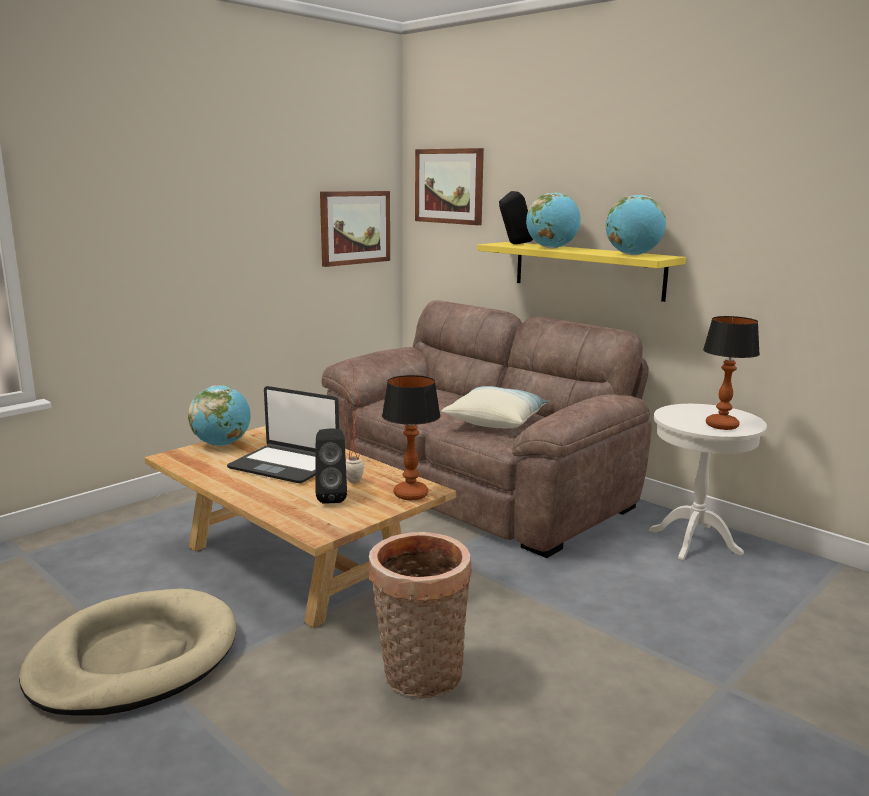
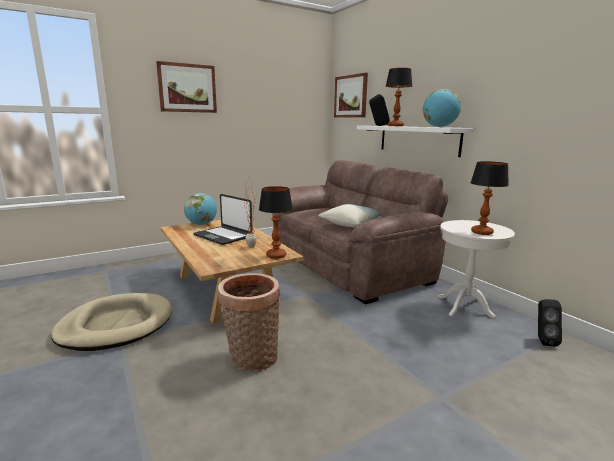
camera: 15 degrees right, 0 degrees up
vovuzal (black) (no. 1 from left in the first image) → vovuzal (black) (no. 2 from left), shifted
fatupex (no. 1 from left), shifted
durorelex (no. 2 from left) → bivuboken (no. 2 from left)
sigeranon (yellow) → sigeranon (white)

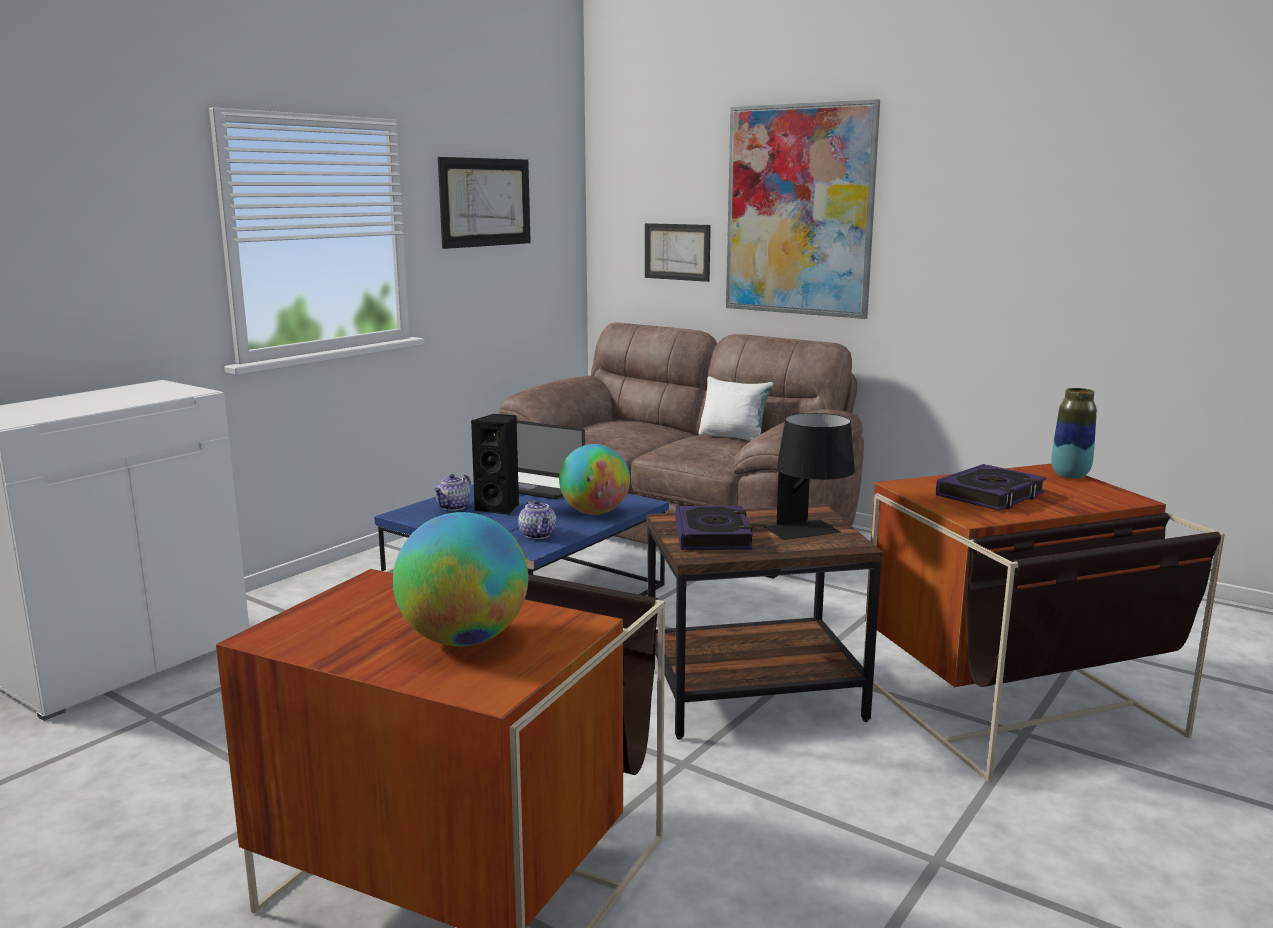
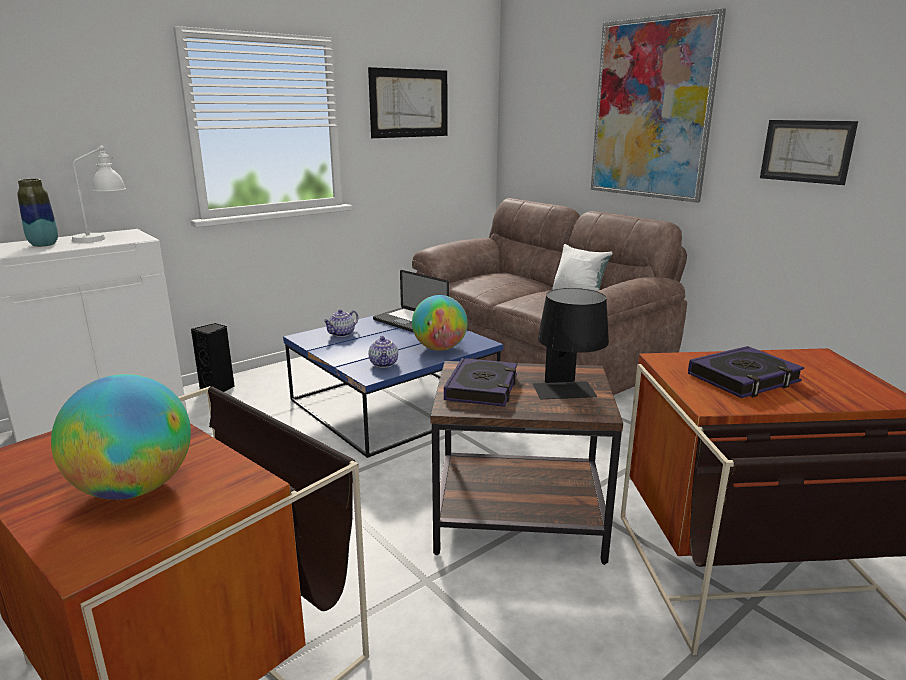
camera: 15 degrees right, 5 degrees up
- → bivuboken (white)
vovuzal (black), shifted
fatupex (no. 2 from left in the first image) → fatupex (no. 3 from left), shifted
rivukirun, shifted

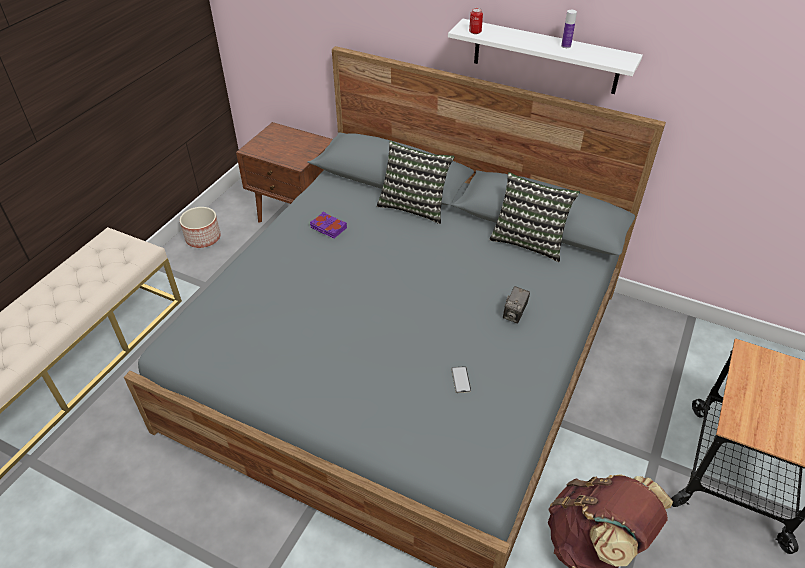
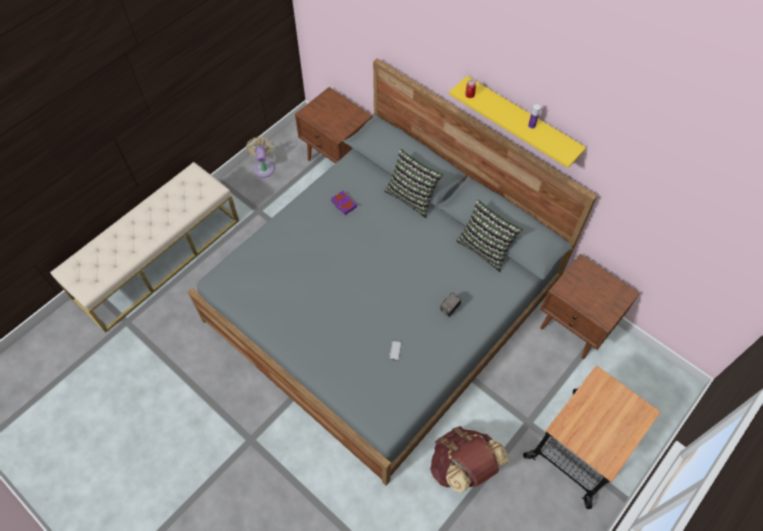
camera: 15 degrees right, 15 degrees up
- → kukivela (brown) (no. 2 from left)
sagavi → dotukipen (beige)
sigeranon (white) → sigeranon (yellow)

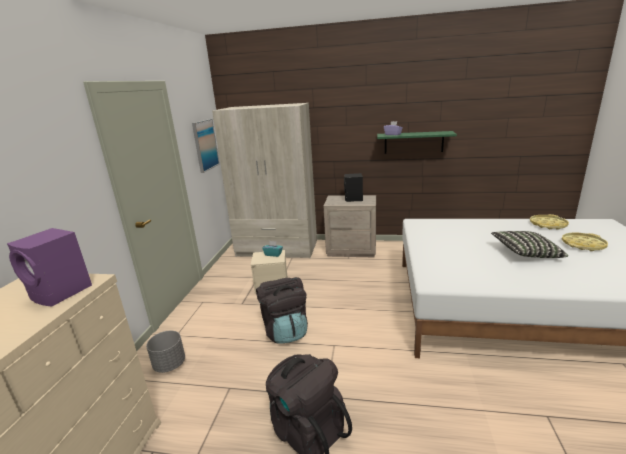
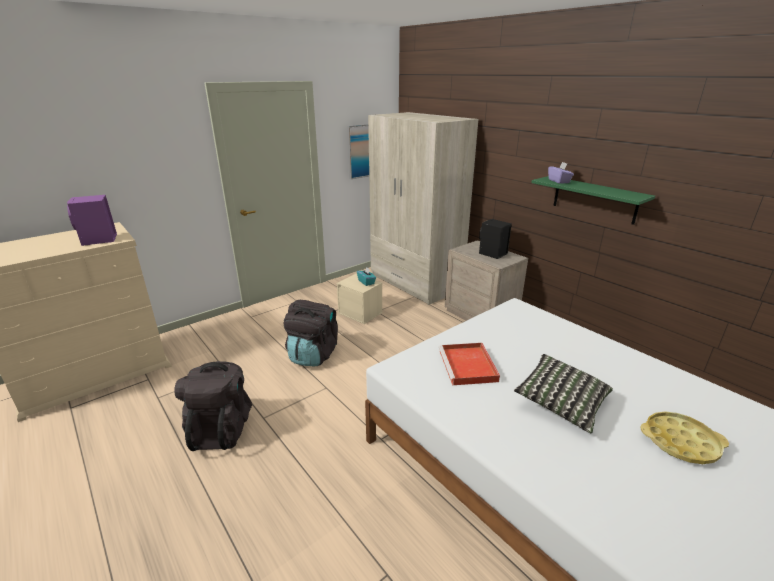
camera: 40 degrees right, 5 degrees up
sagavi (grey) → -
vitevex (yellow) (no. 1 from left) → -
- → vitevex (red)

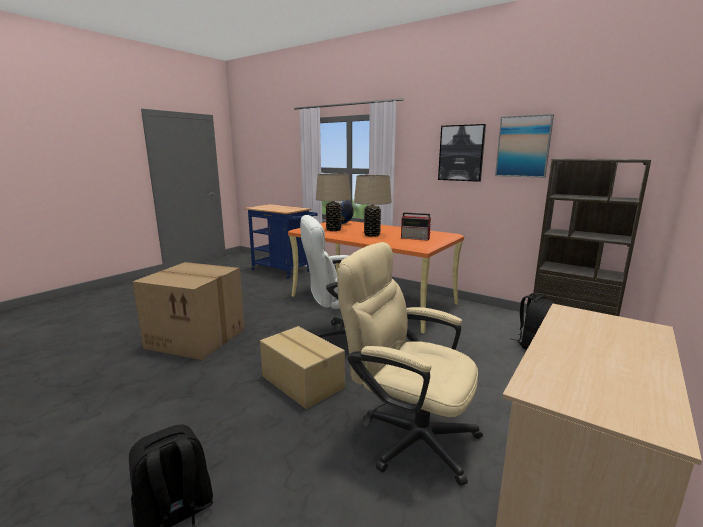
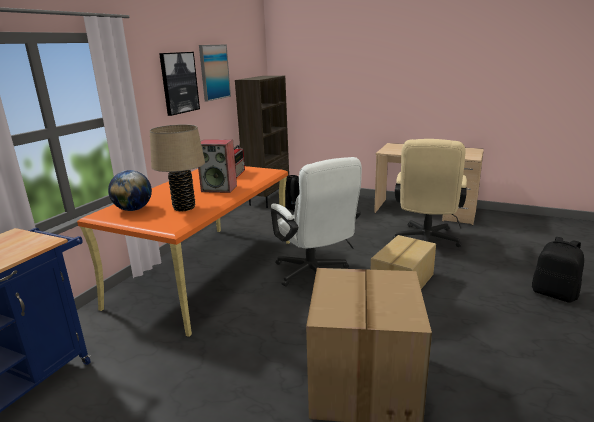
camera: 100 degrees left, 5 degrees up
bivuboken (beige) (no. 2 from left) → vovuzal

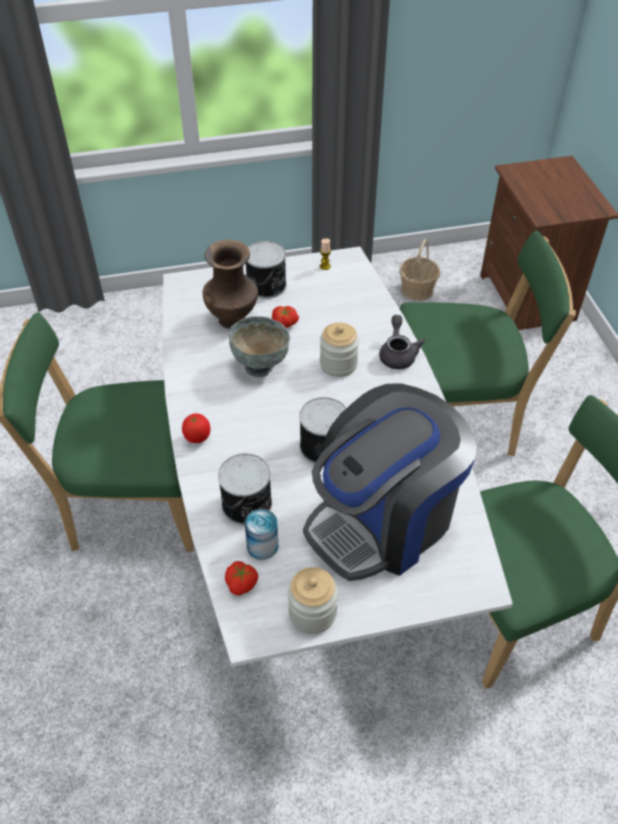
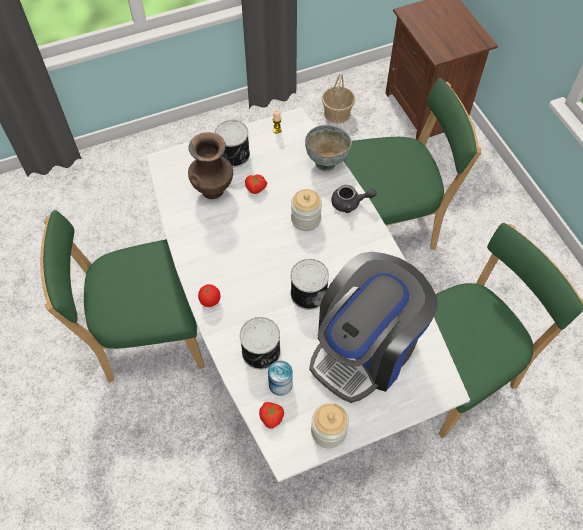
camera: 10 degrees left, 10 degrees up
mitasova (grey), shifted
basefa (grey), 105 degrees clockwise

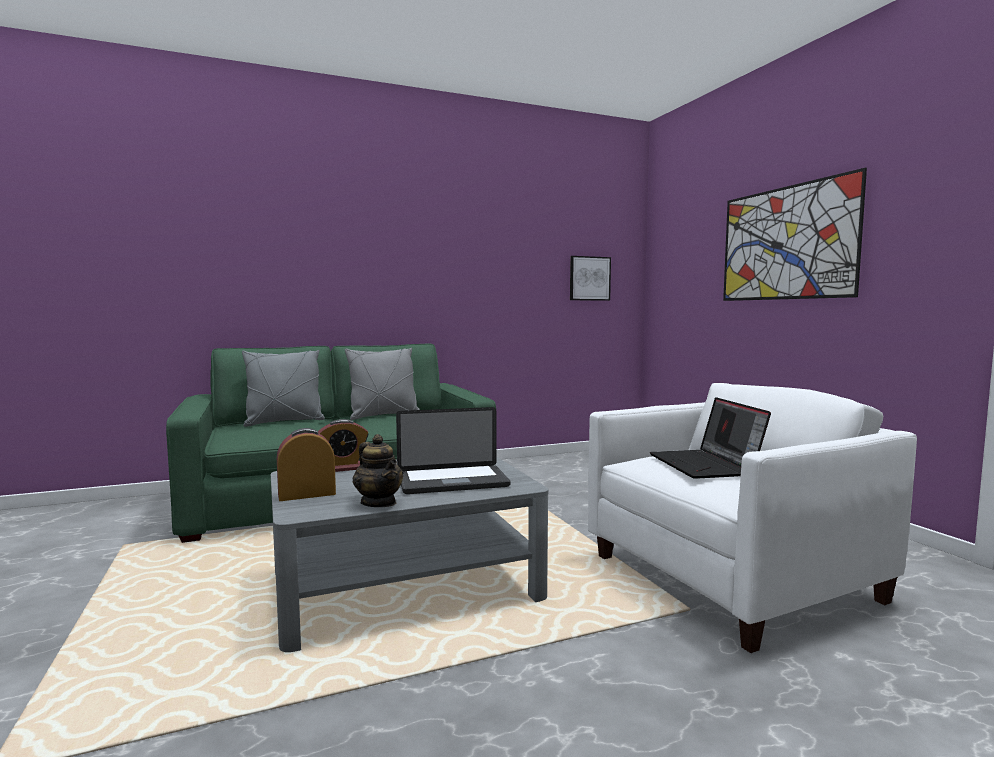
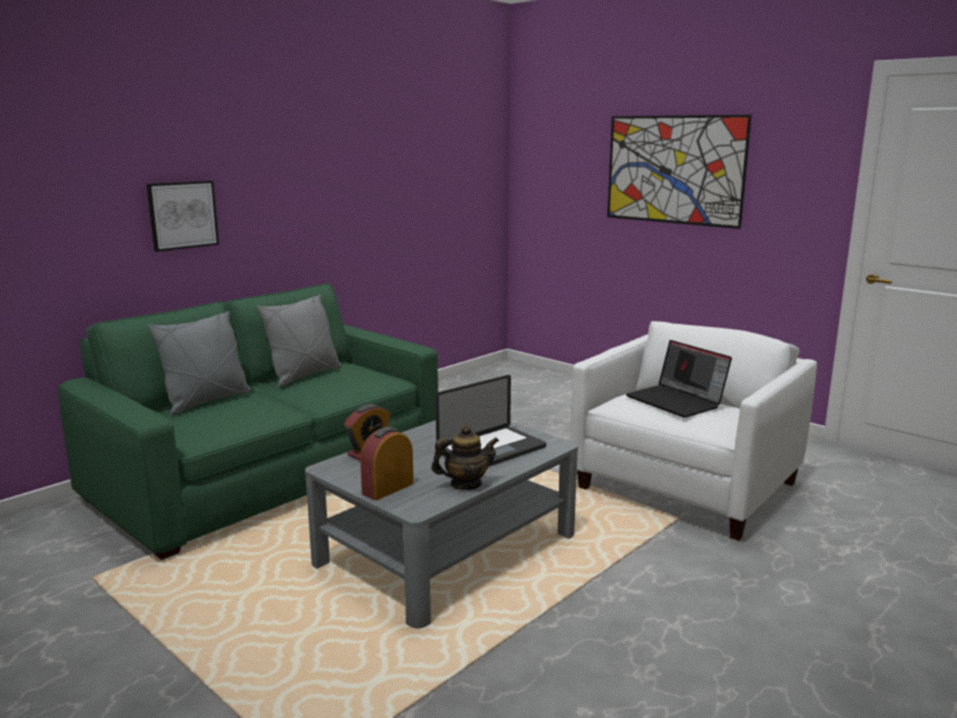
camera: 25 degrees left, 10 degrees up
fatupex (no. 1 from left), shifted
basefa, 45 degrees counterclockwise

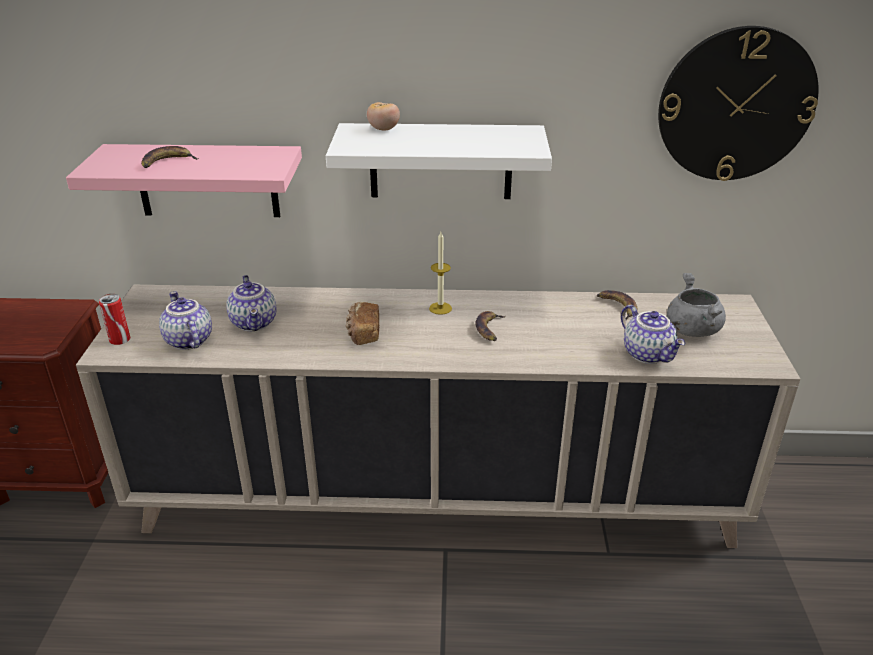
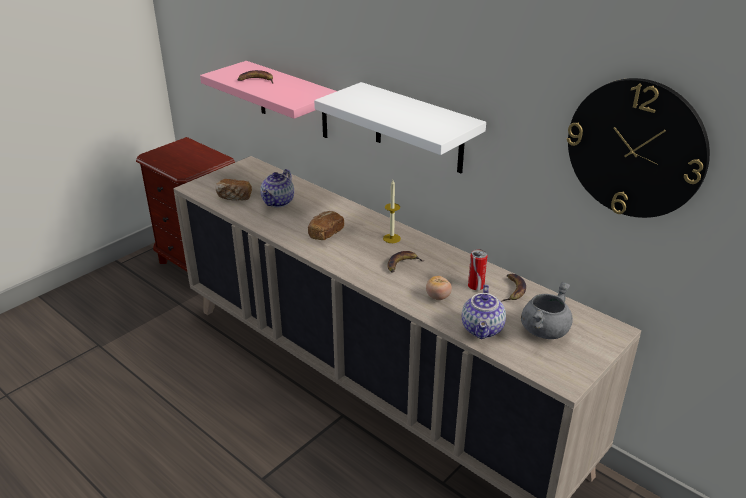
camera: 40 degrees right, 0 degrees up
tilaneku, shifted
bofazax, shifted
basefa (no. 1 from left) → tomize (no. 1 from left)

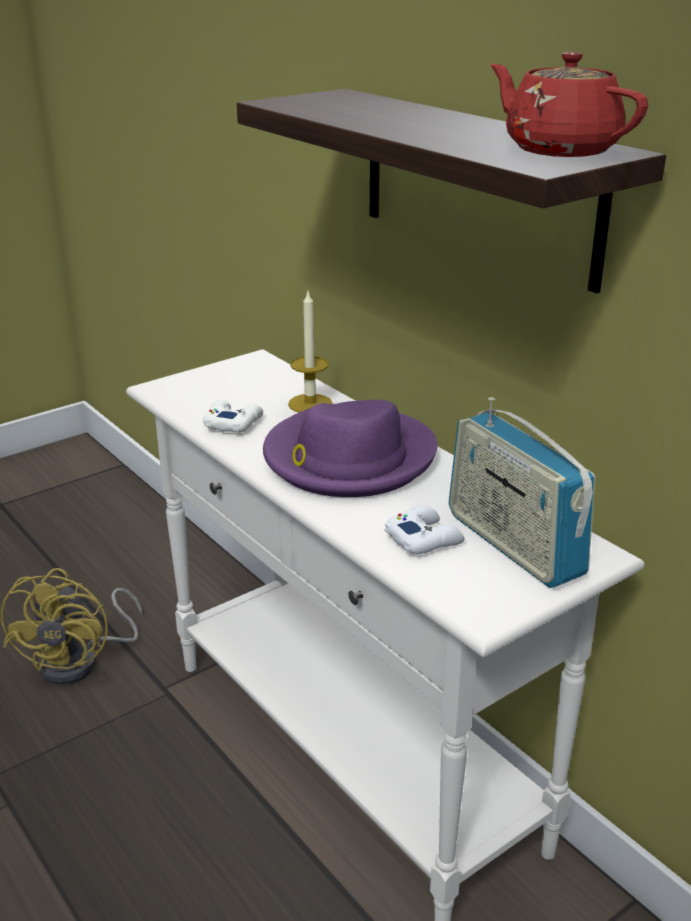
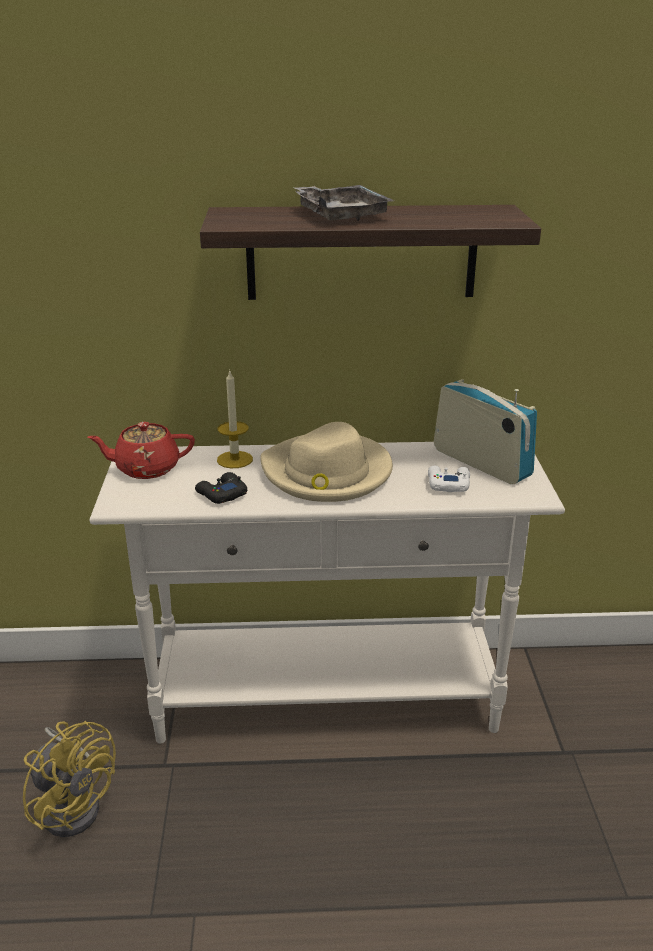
camera: 55 degrees left, 0 degrees up
- → vitevex (grey)
basefa (red), shifted
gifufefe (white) (no. 1 from left) → gifufefe (black)
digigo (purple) → digigo (beige)
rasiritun, 135 degrees counterclockwise

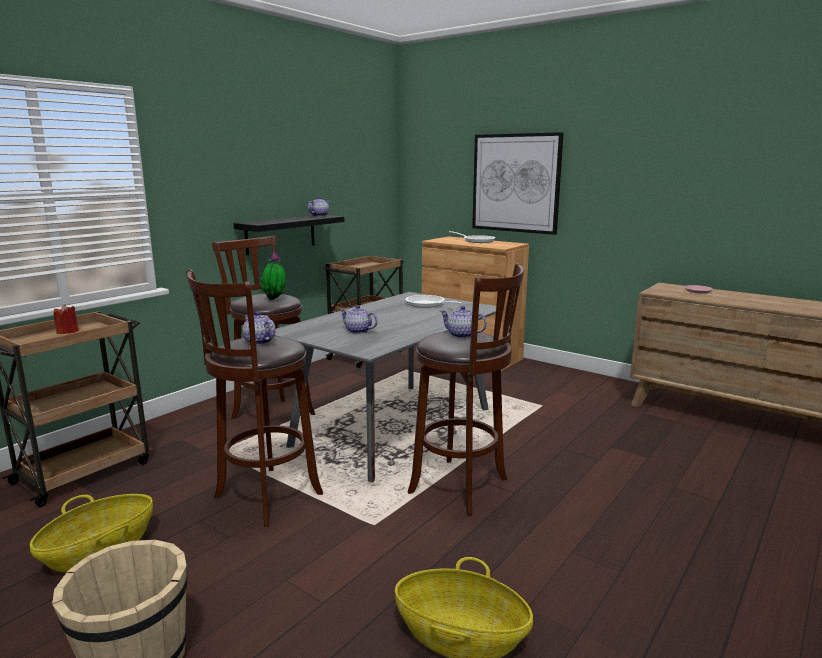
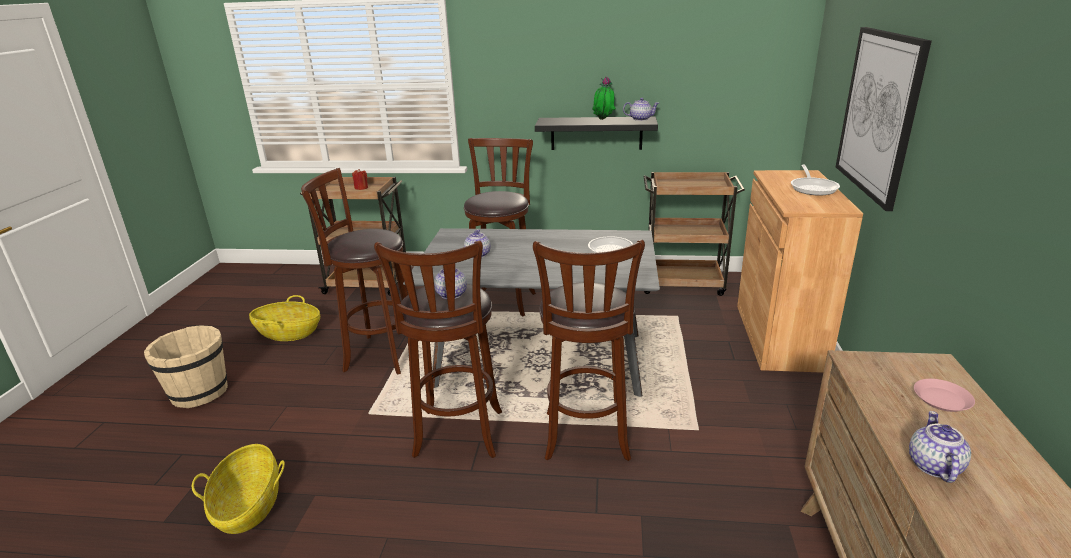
camera: 60 degrees right, 10 degrees up
- → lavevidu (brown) (no. 4 from left)
basefa (no. 1 from left in the first image) → basefa (no. 4 from left), shifted
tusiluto, shifted

